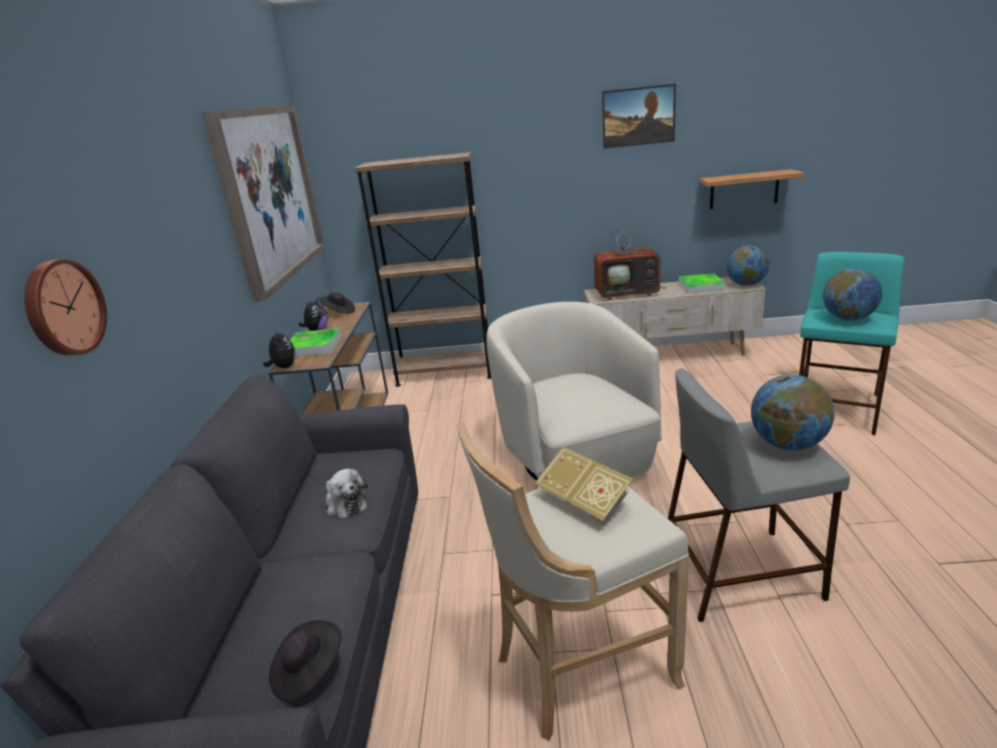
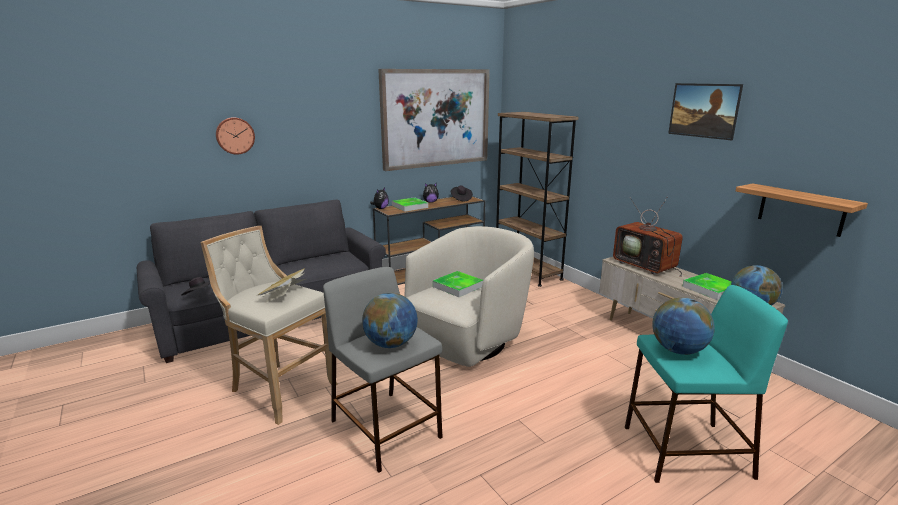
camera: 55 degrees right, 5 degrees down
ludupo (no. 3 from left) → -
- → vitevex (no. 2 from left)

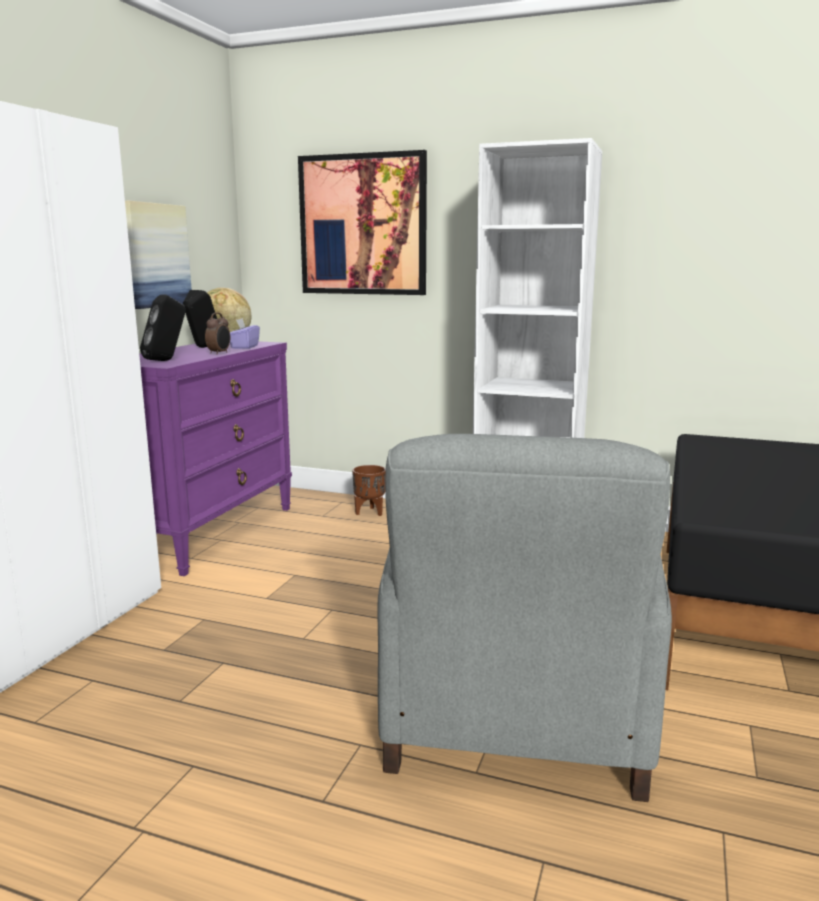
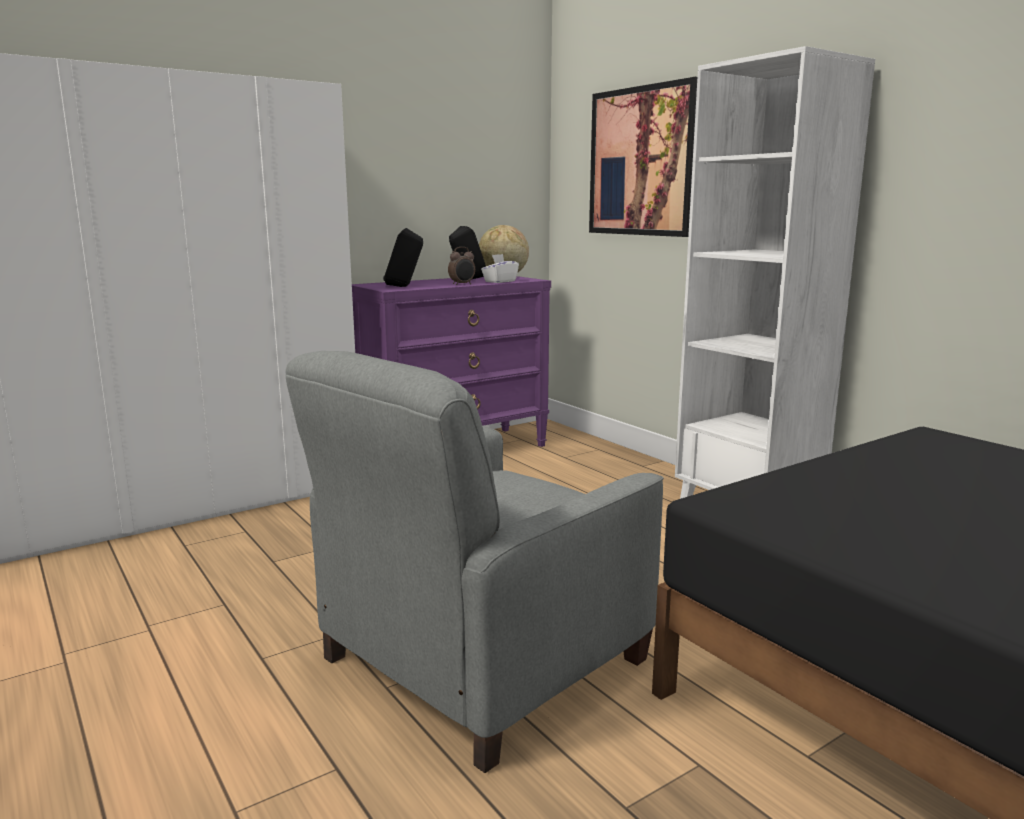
camera: 35 degrees right, 0 degrees up
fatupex (no. 1 from left) → -
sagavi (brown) → -
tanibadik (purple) → tanibadik (white)

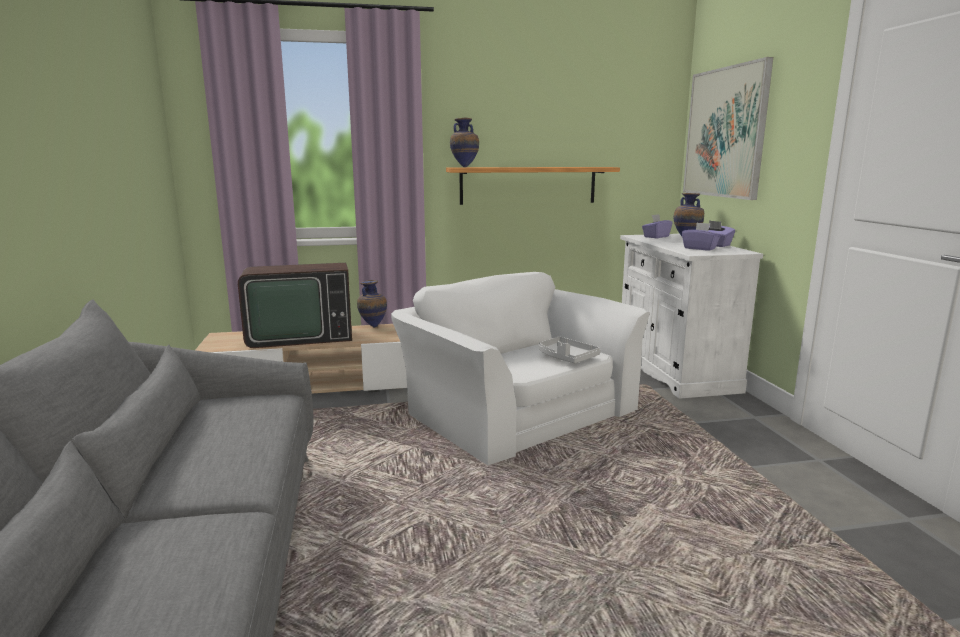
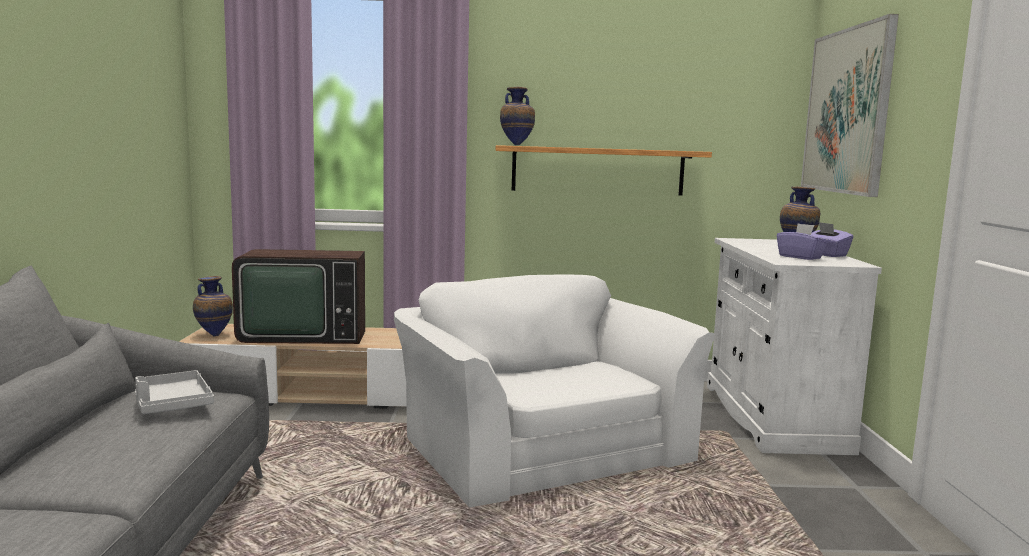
camera: 10 degrees right, 5 degrees down
tanibadik (purple) (no. 1 from left) → -
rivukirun (no. 1 from left), shifted
vitevex (grey), shifted

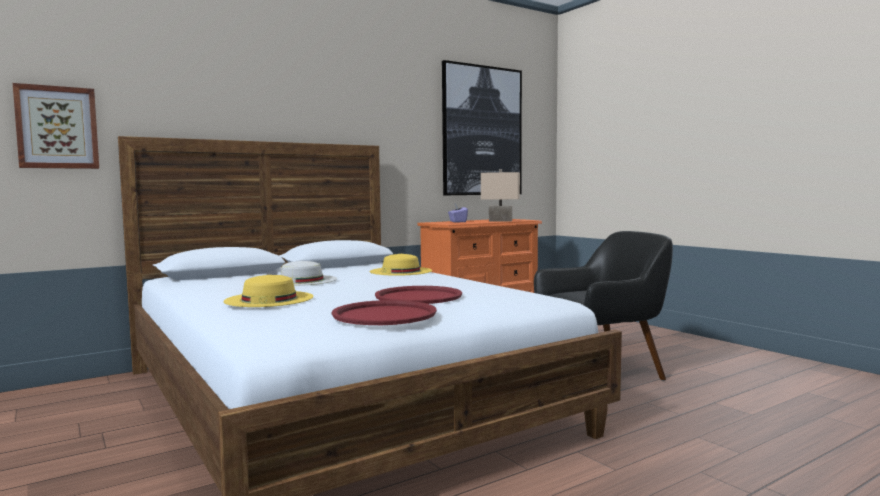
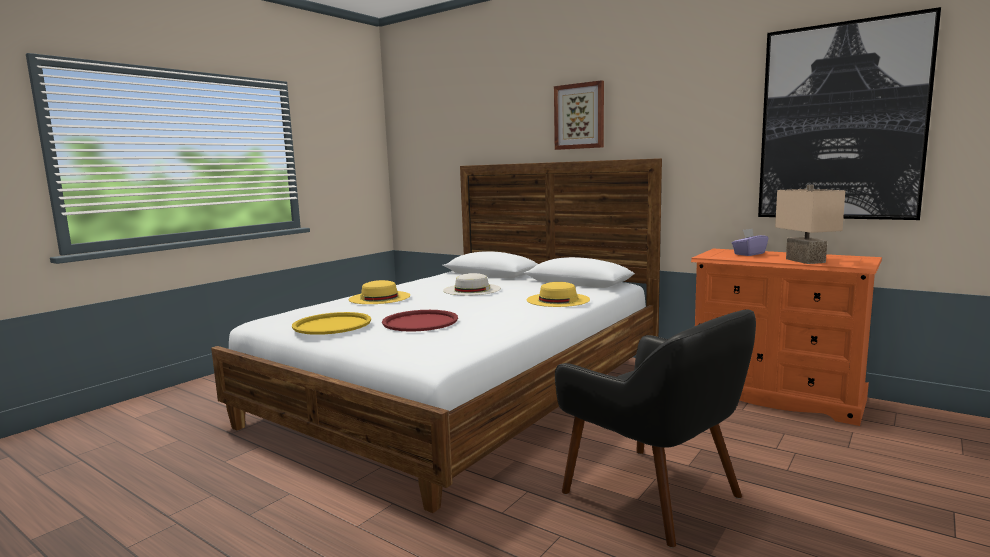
camera: 70 degrees right, 5 degrees up
fatupex (no. 1 from left), shifted
vitevex (red) (no. 1 from left) → vitevex (yellow)

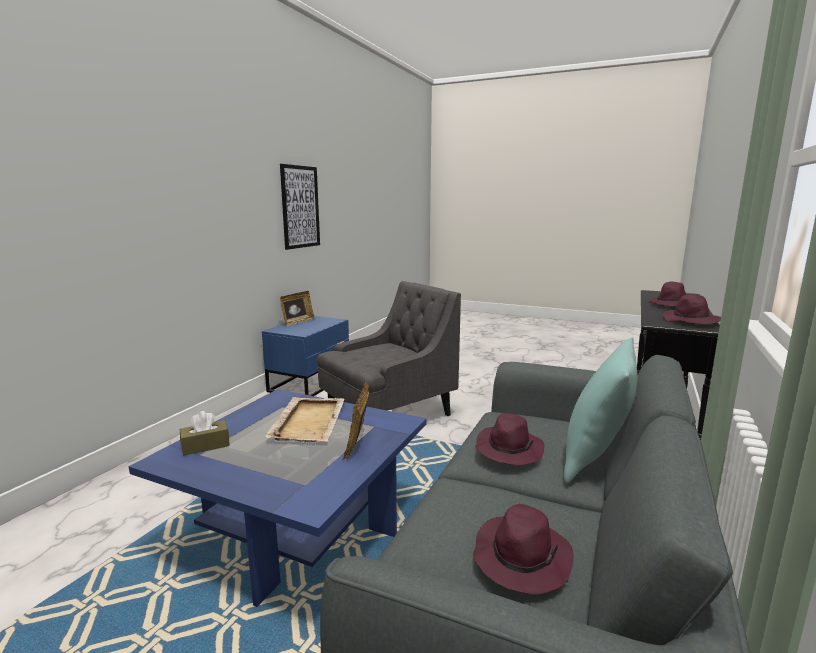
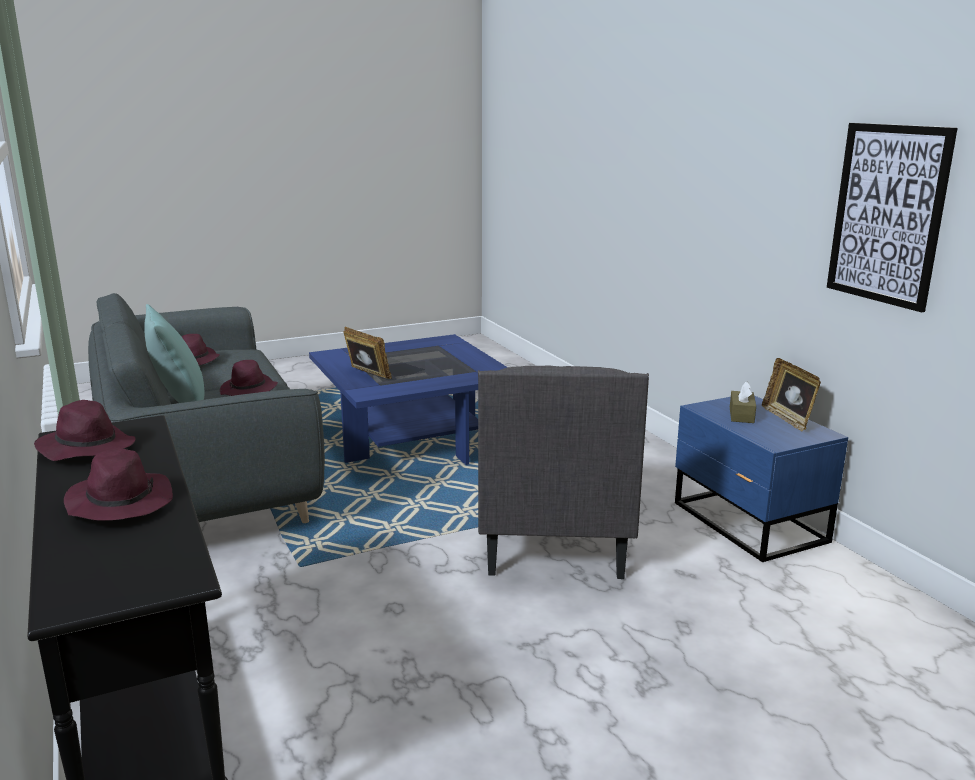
camera: 130 degrees right, 5 degrees up
vitevex (beige) → -
tanibadik (brown), shifted

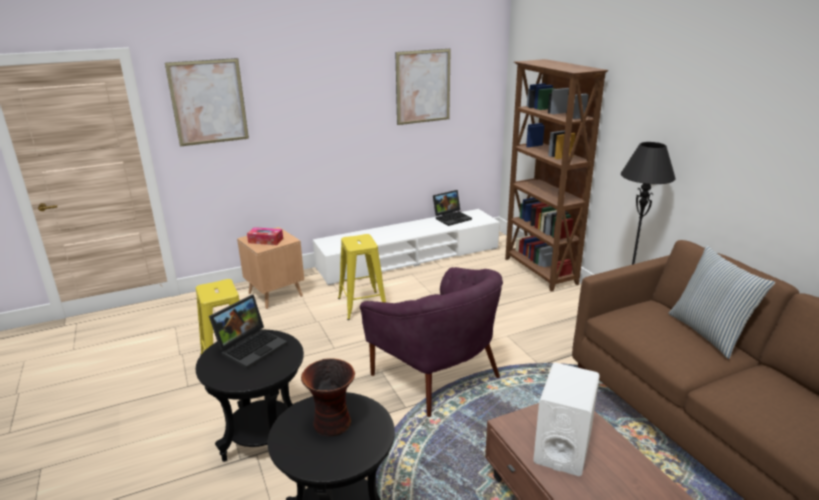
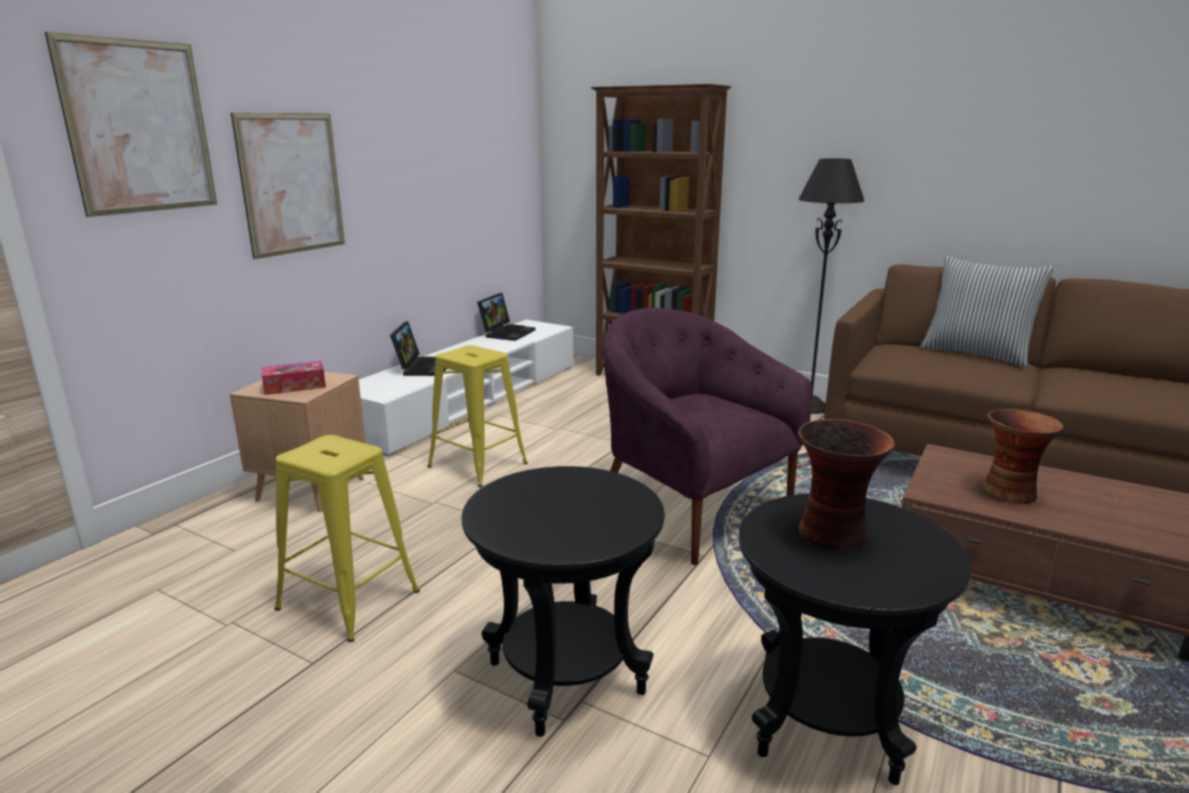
camera: 35 degrees left, 5 degrees down
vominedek (no. 1 from left), shifted
fatupex (no. 2 from left), shifted
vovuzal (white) → rivukirun (no. 2 from left)
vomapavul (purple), 150 degrees counterclockwise

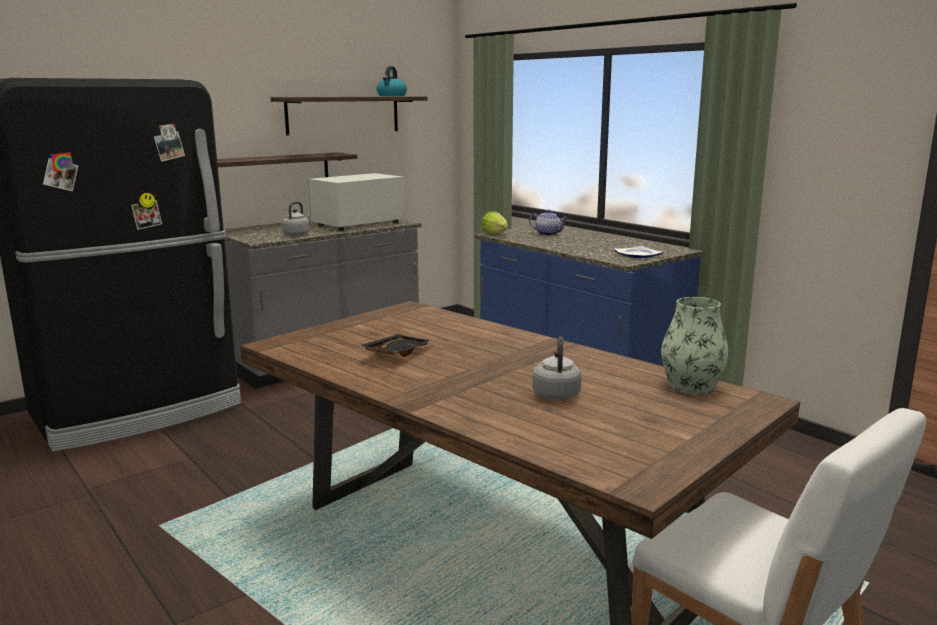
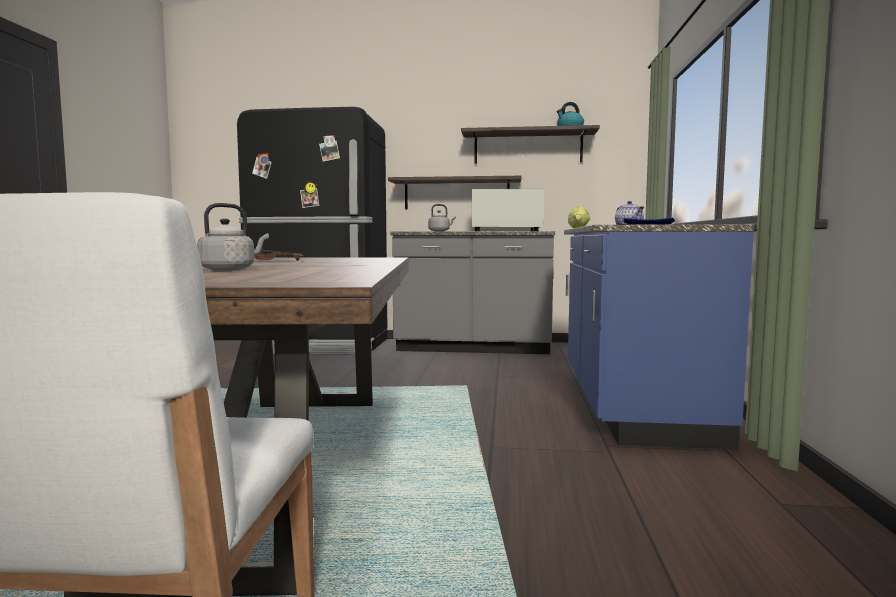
camera: 45 degrees right, 10 degrees down
rivukirun → -

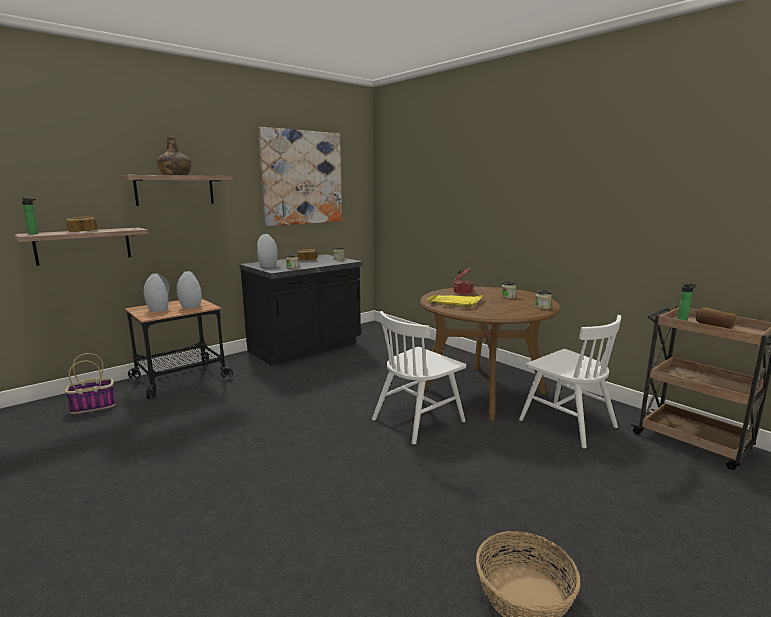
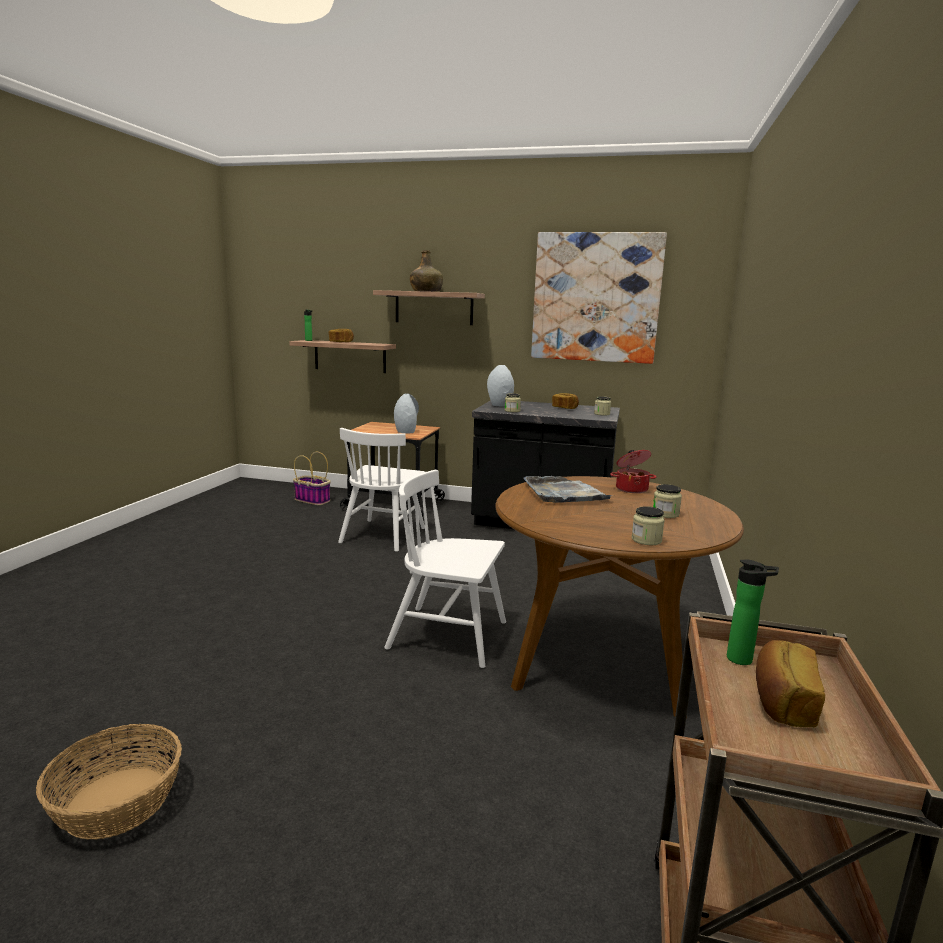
camera: 55 degrees right, 0 degrees up
rivukirun (grey) (no. 1 from left) → -
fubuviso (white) (no. 2 from left in the first image) → fubuviso (white) (no. 1 from left), shifted
vitevex (yellow) → vitevex (grey)

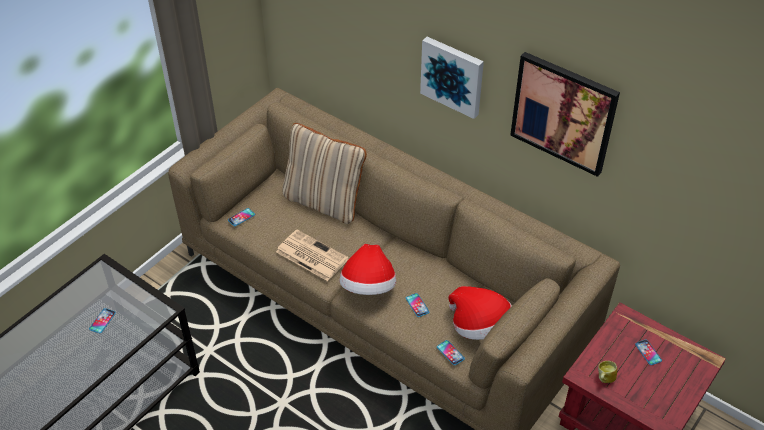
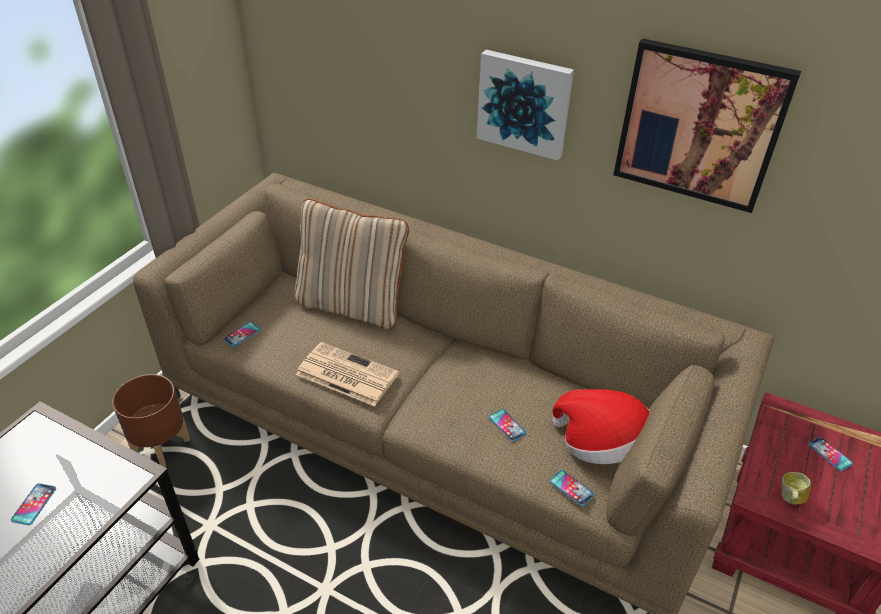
camera: 10 degrees left, 5 degrees down
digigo (no. 1 from left) → -
- → sagavi (brown)

